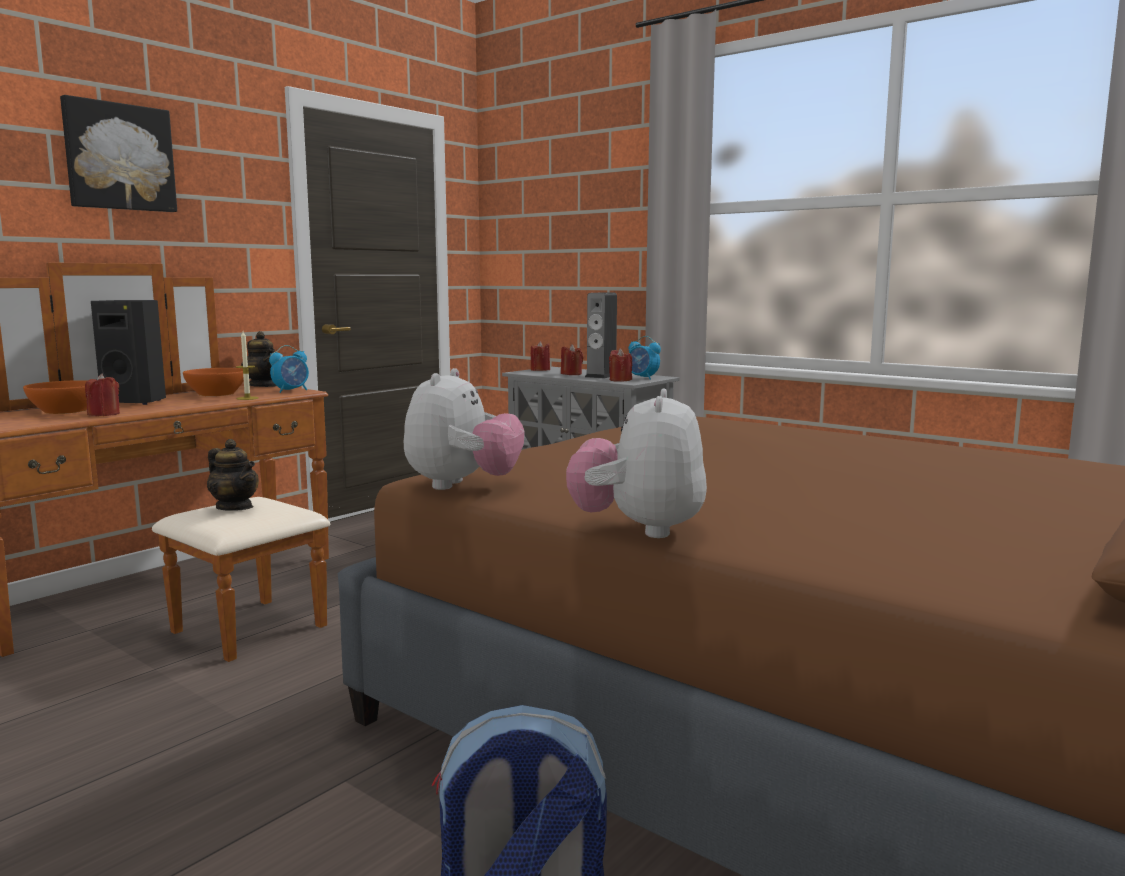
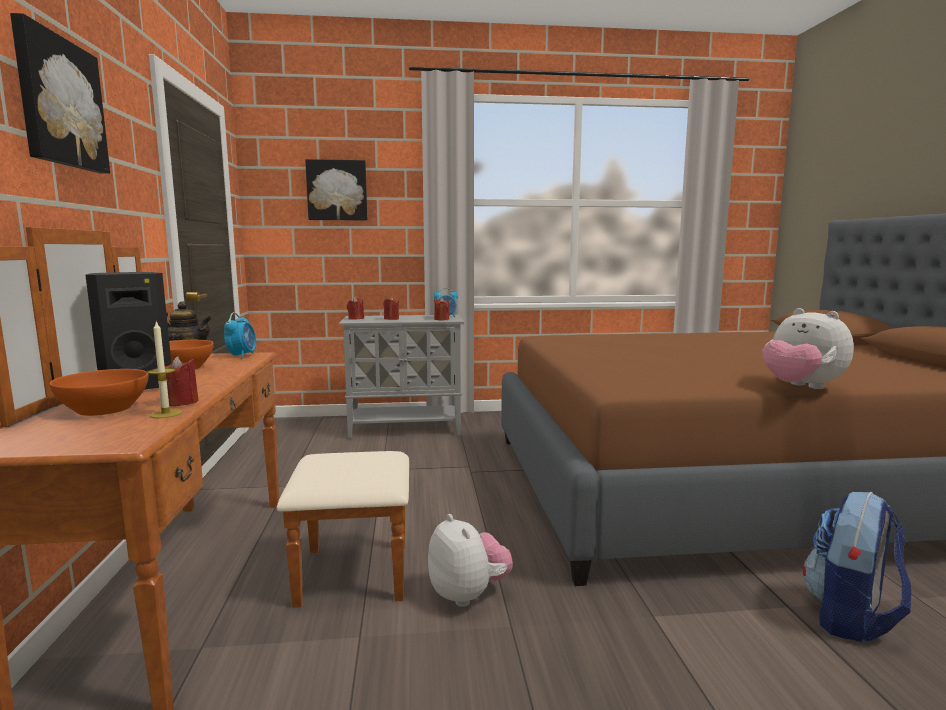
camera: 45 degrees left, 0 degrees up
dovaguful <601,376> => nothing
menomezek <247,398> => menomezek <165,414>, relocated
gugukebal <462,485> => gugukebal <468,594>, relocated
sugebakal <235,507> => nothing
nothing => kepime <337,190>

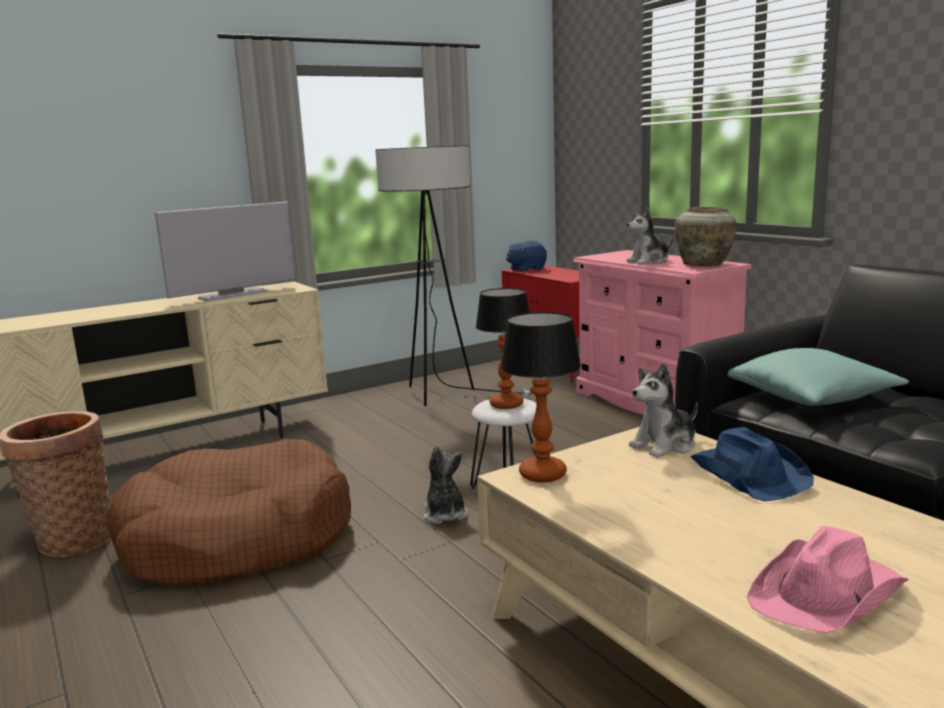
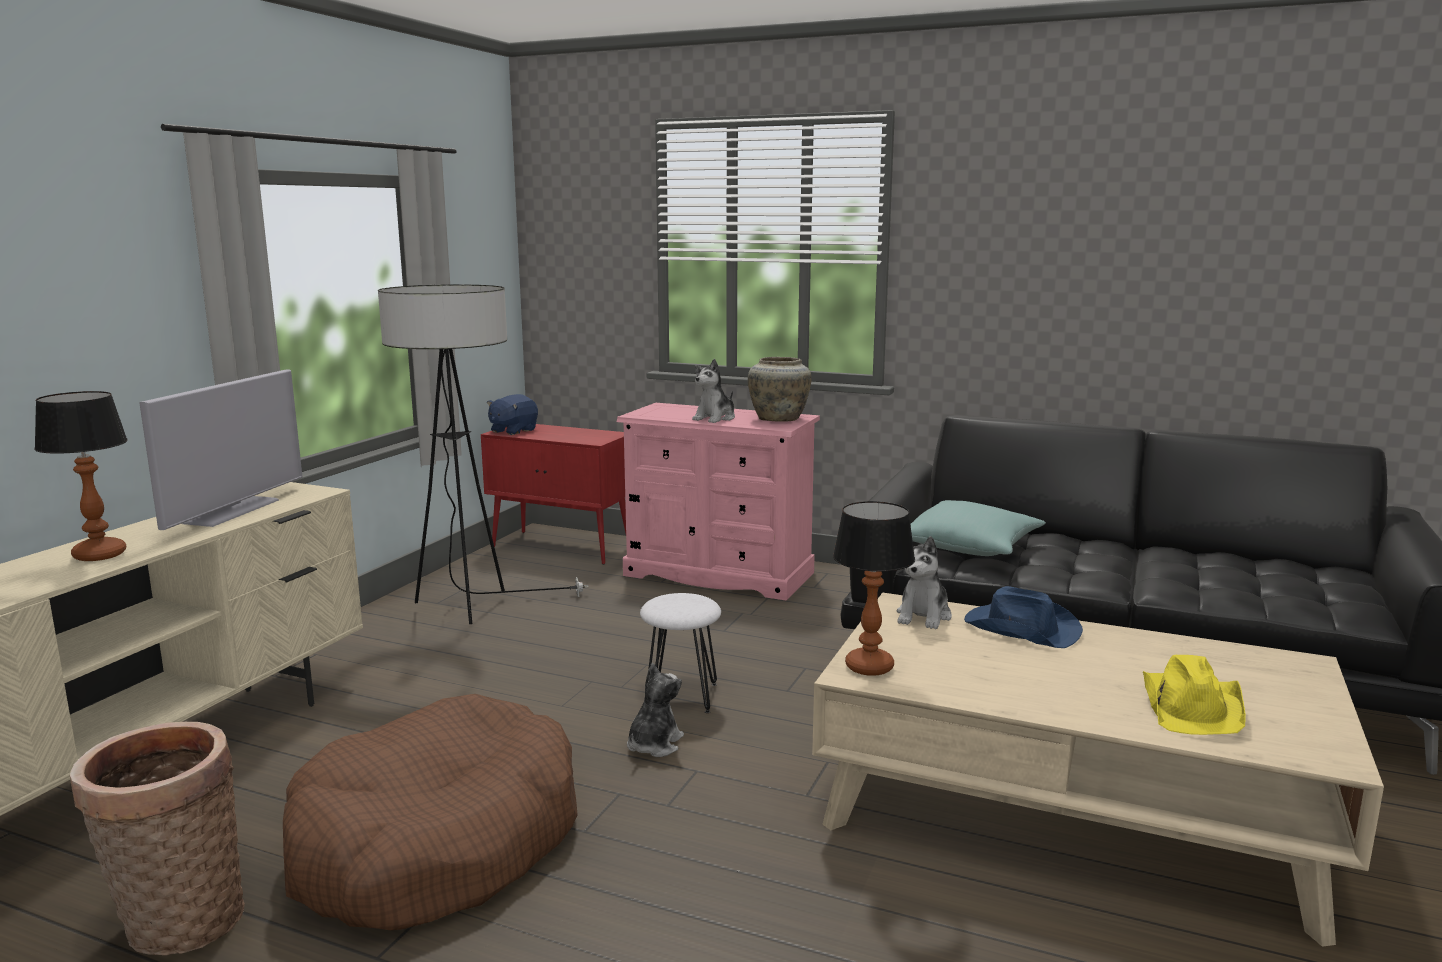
camera: 35 degrees left, 0 degrees up
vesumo <505,404> => vesumo <98,555>, relocated
gugukebal <445,514> => gugukebal <653,745>, 75 degrees clockwise
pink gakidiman <828,593> => yellow gakidiman <1192,707>

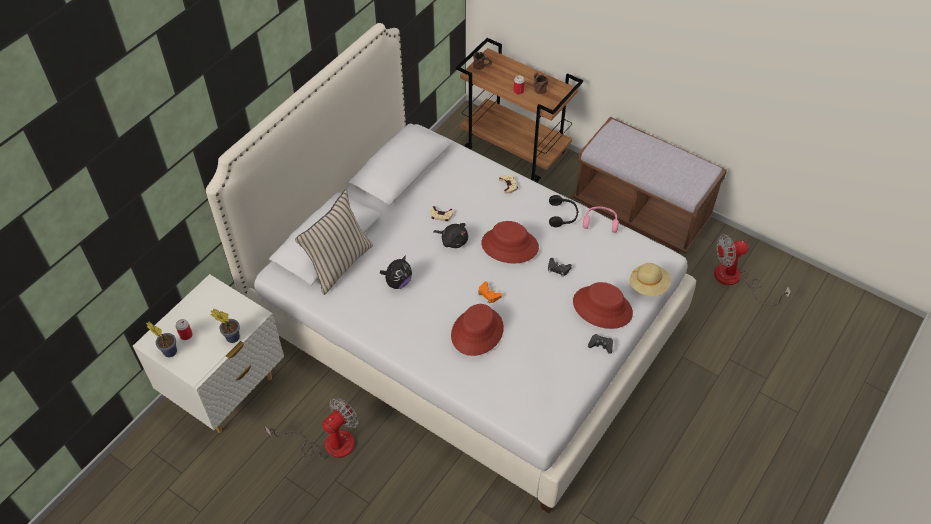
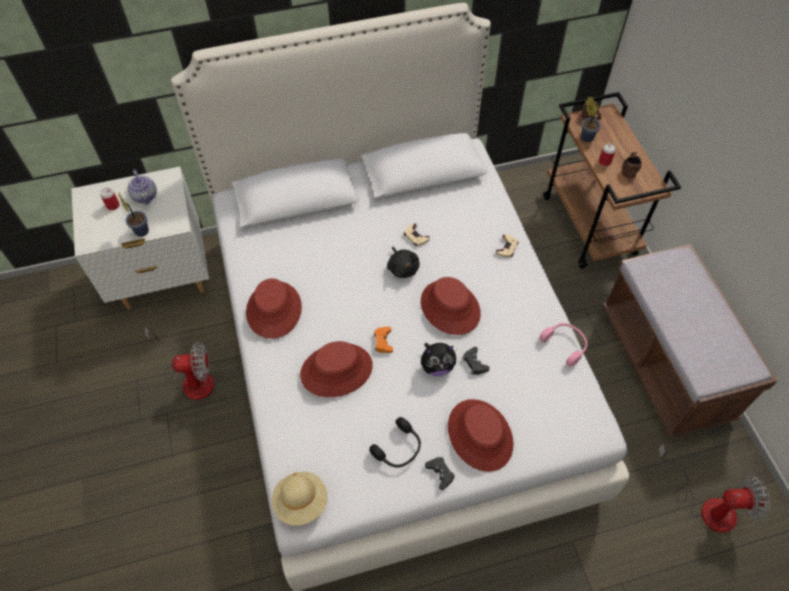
camera: 40 degrees right, 5 degrees up
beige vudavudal <338,264> => nothing
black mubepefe <563,215> => black mubepefe <398,449>, relocated
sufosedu <736,280> => sufosedu <707,505>, 150 degrees clockwise
gugukebal <398,282> => gugukebal <437,366>, relocated
beige gakidiman <649,286> => beige gakidiman <301,502>, relocated
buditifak <168,351> => buditifak <586,136>, relocated
nothing => sugebakal <145,196>
nothing => red gakidiman <273,310>

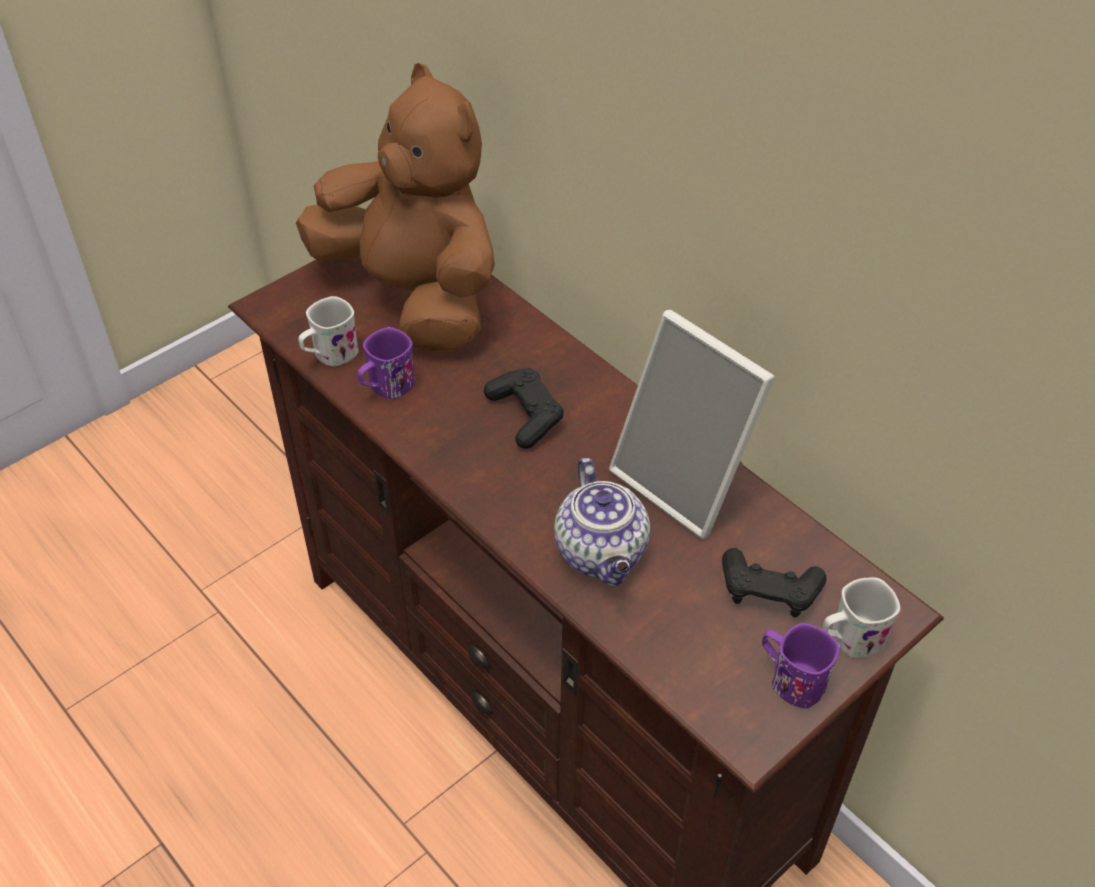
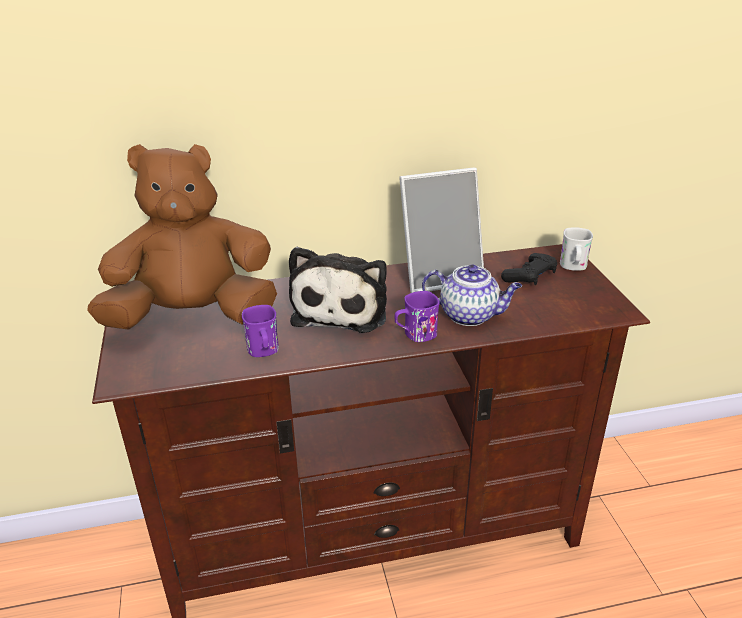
camera: 60 degrees left, 15 degrees down
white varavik <329,355> => nothing
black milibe <525,415> => gugukebal <342,308>
purple varavik <790,679> => purple varavik <415,334>, relocated

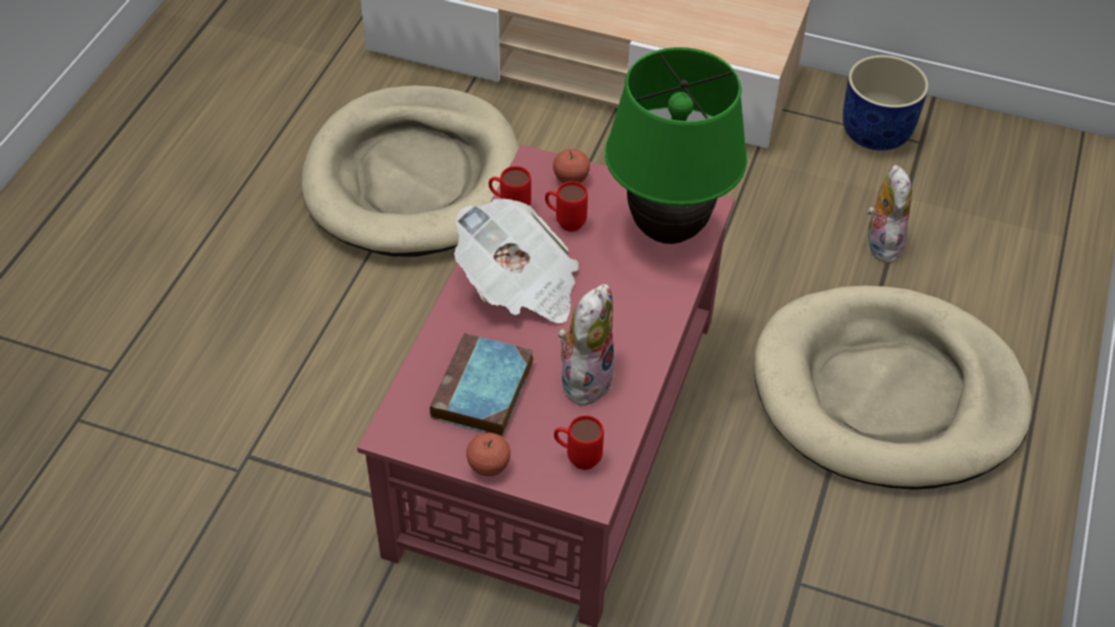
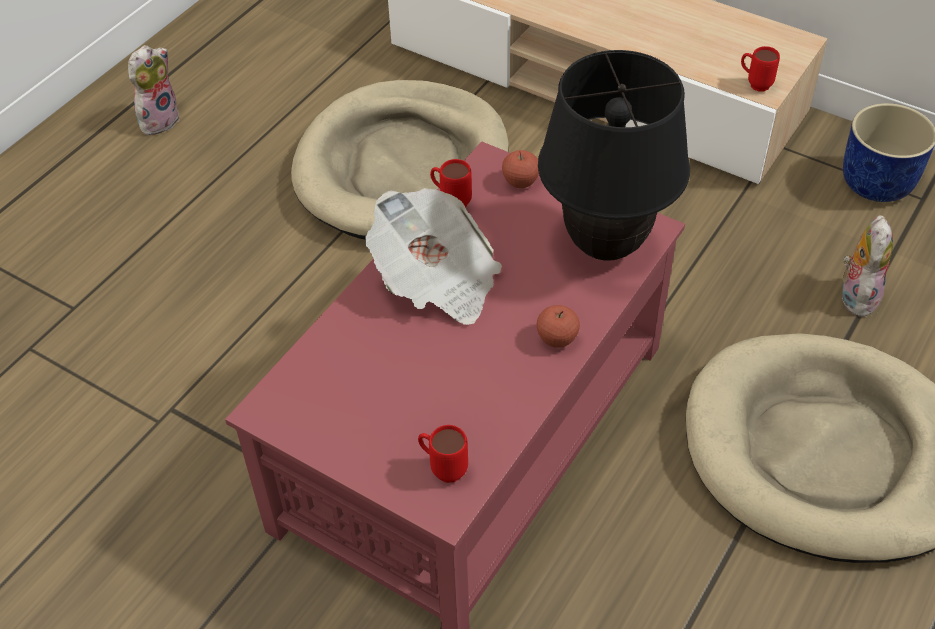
camera: 15 degrees right, 0 degrees up
green vesumo <668,230> => black vesumo <606,246>
red varavik <565,222> => red varavik <754,84>, relocated
gugukebal <584,377> => gugukebal <159,119>, relocated
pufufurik <483,392> => nothing
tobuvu <488,466> => tobuvu <557,339>, relocated

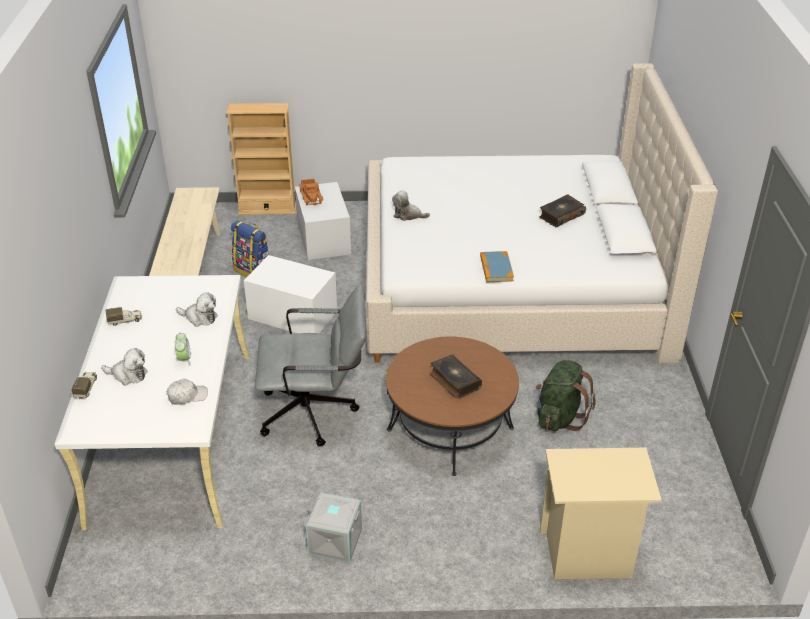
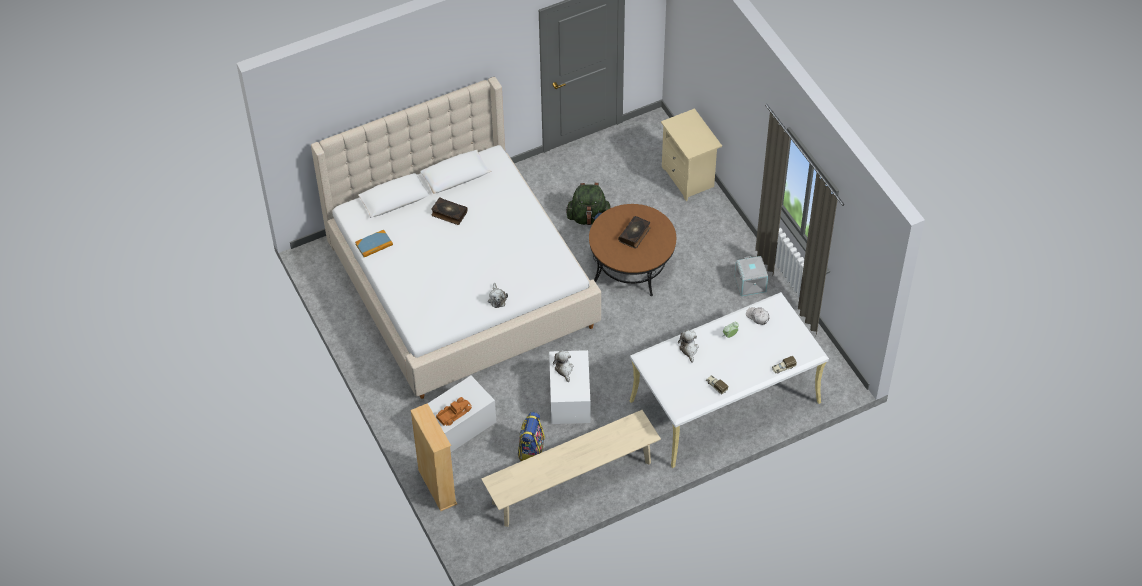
camera: 115 degrees left, 15 degrees up
pufufurik <496,268> => pufufurik <374,245>, relocated
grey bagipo <316,412> => nothing
gugukebal <128,375> => gugukebal <564,369>, relocated

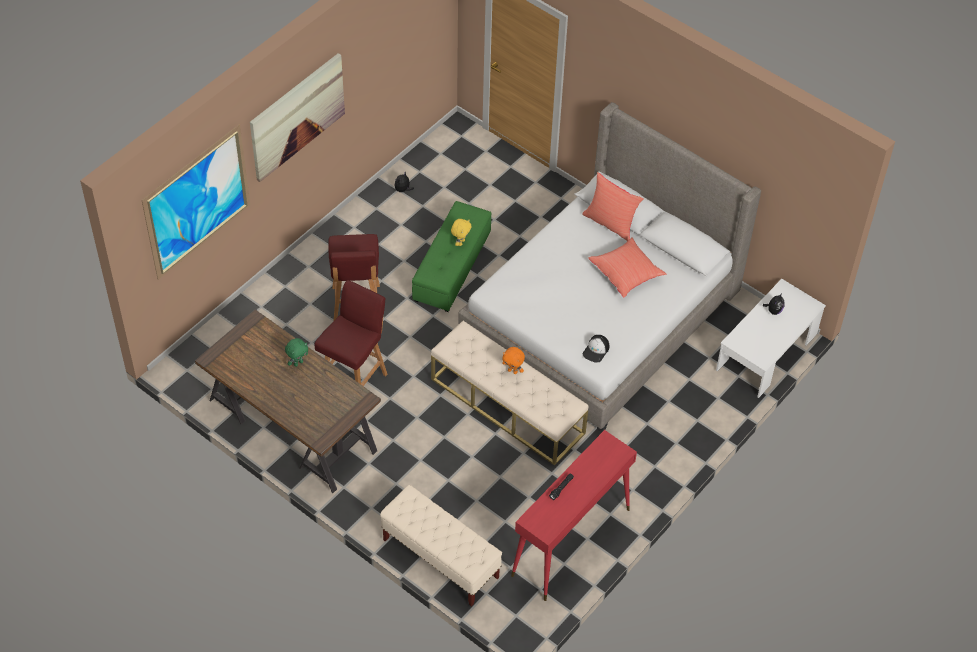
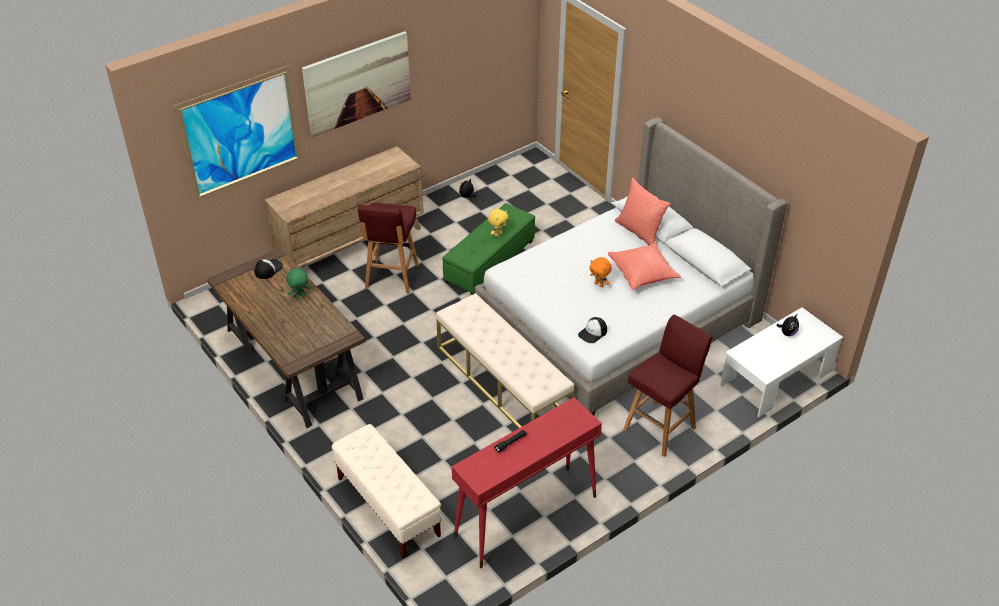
camera: 15 degrees right, 10 degrees down
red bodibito <355,380> => red bodibito <660,428>, relocated
orange gugukebal <513,371> => orange gugukebal <599,284>, relocated
nothing => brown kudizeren <351,244>
nothing => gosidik <268,269>

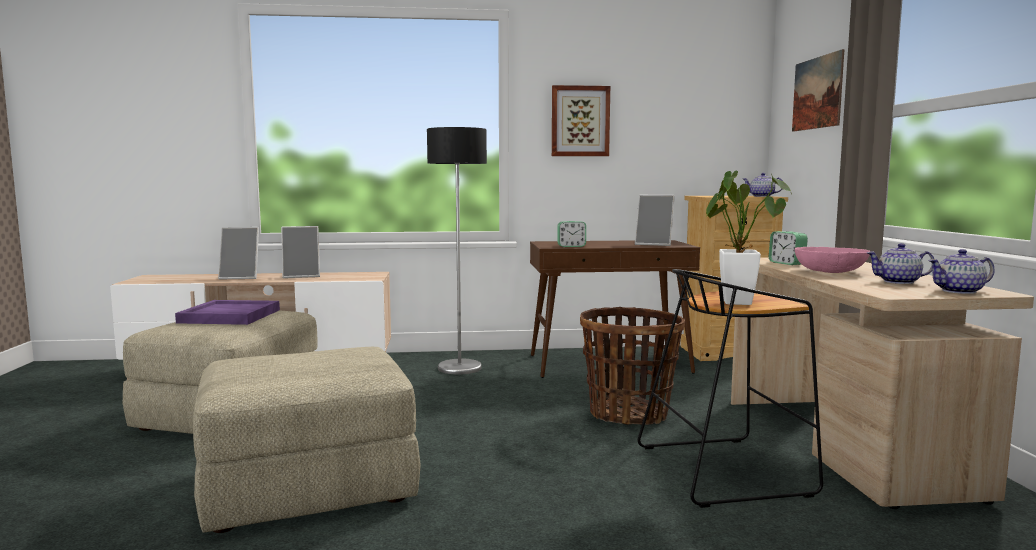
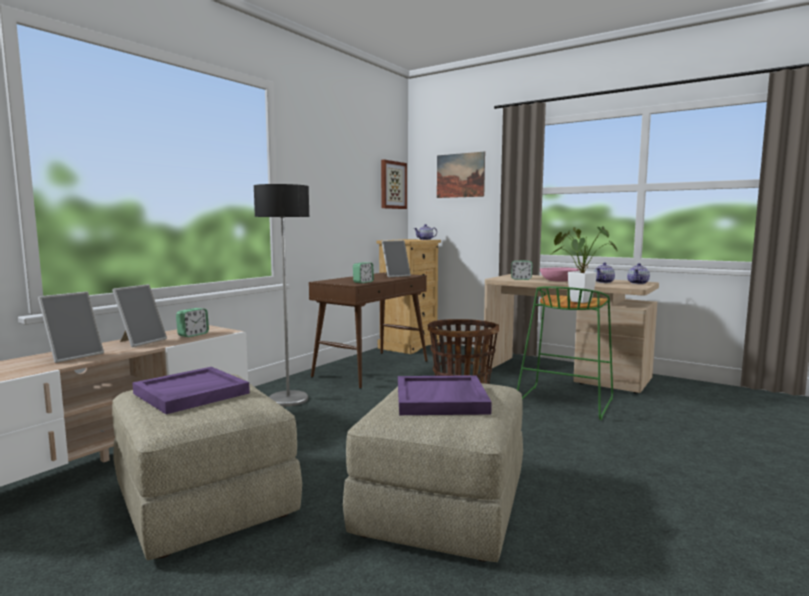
camera: 50 degrees left, 0 degrees up
kepime <580,121> => kepime <392,185>, relocated
black bodibito <725,469> => green bodibito <564,401>
nothing => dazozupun <193,335>
nothing => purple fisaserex <441,399>

